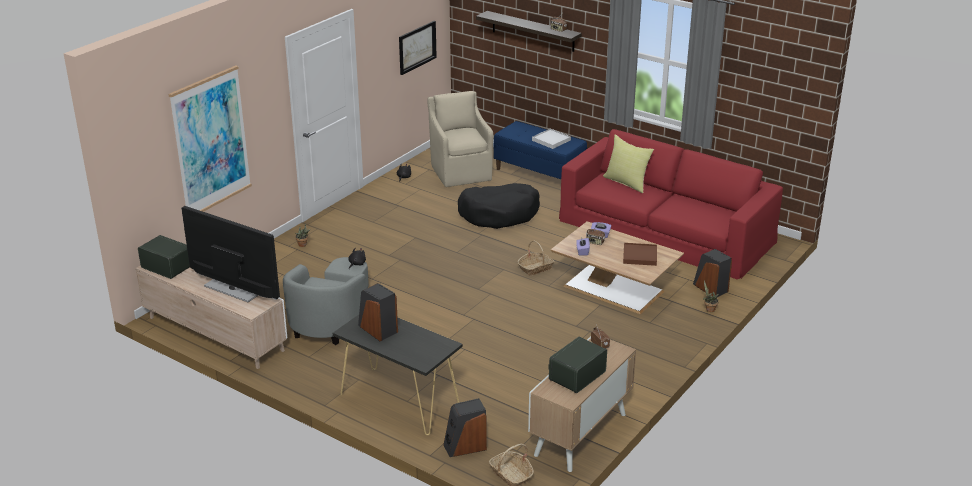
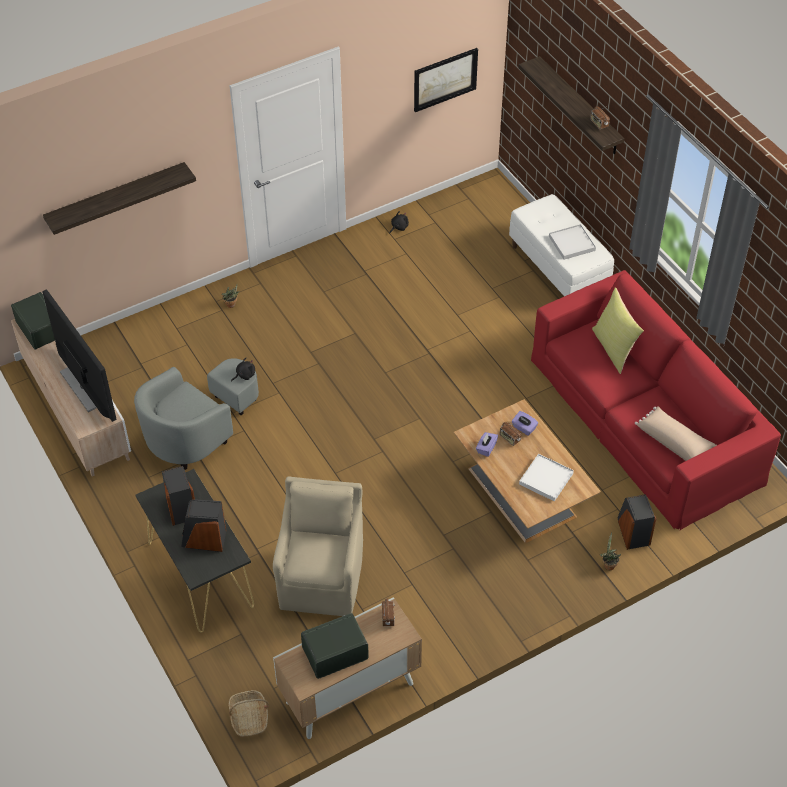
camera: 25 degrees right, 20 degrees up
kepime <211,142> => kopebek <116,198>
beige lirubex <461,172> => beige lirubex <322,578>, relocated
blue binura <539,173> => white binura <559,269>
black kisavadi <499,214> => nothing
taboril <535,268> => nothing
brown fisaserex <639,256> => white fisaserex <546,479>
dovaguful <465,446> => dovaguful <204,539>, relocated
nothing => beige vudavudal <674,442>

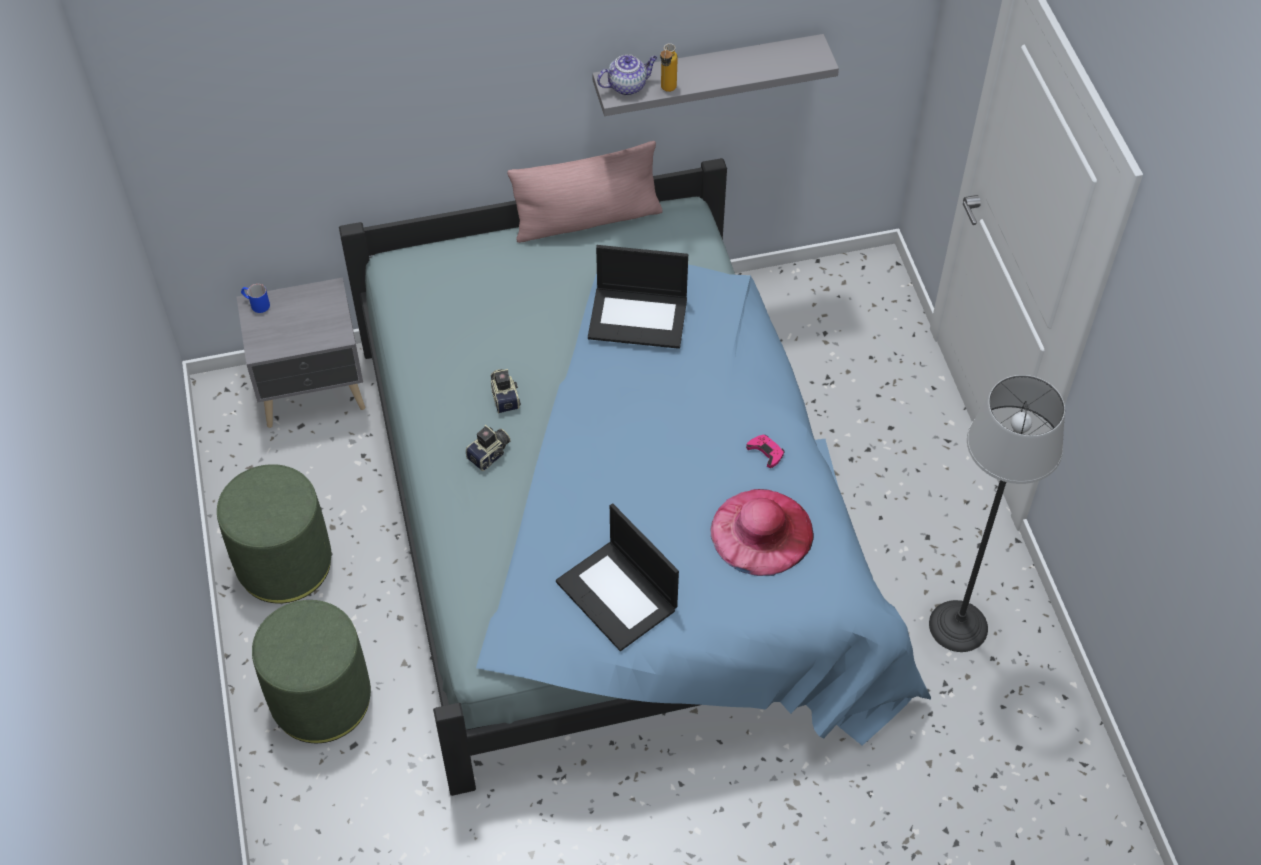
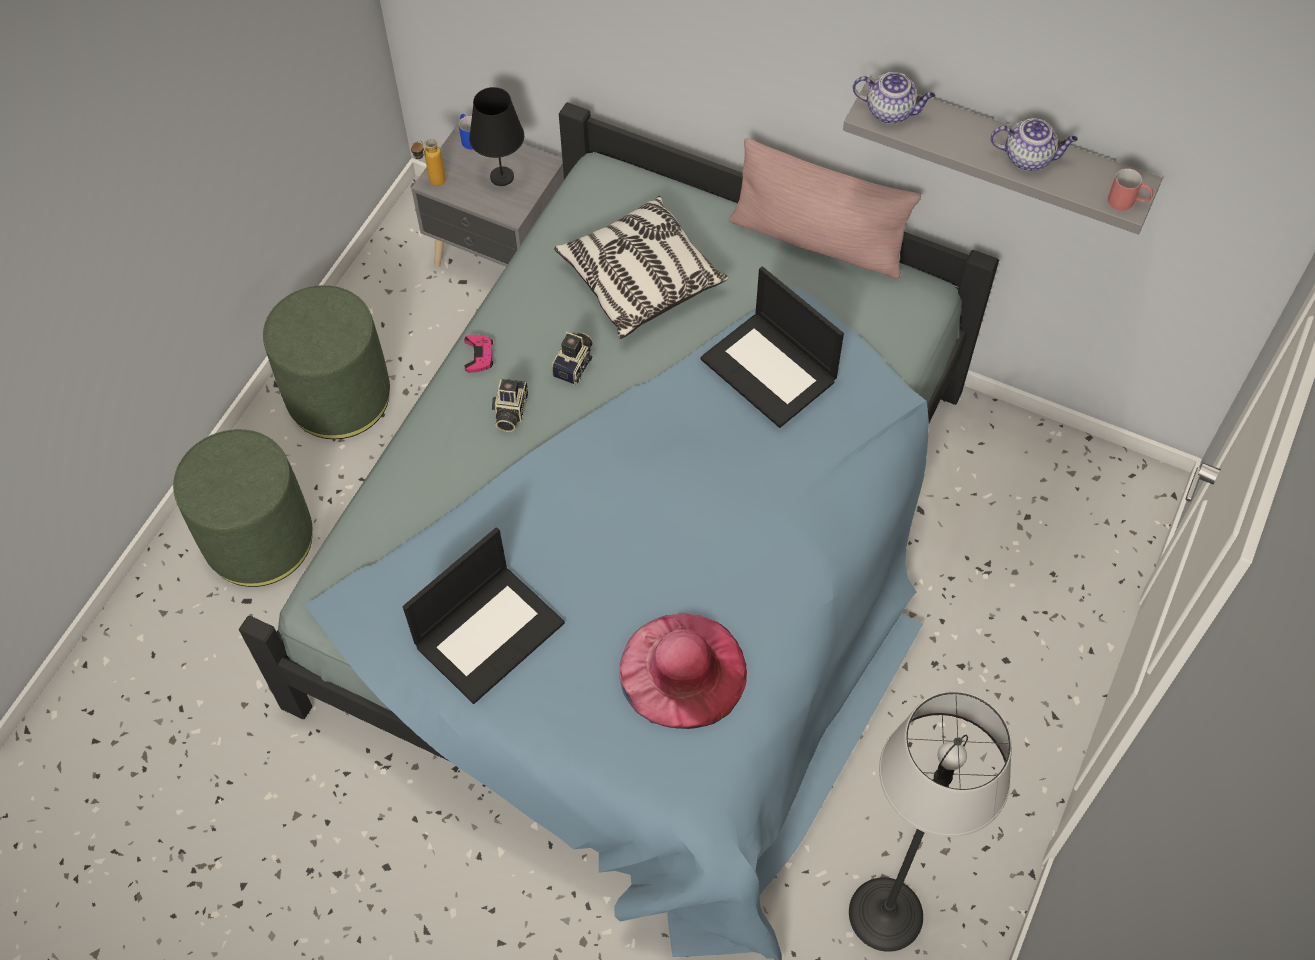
camera: 40 degrees right, 5 degrees up
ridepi <667,91> => ridepi <431,183>, relocated
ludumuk <490,455> => ludumuk <509,412>, 105 degrees clockwise
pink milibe <766,452> => pink milibe <479,355>, relocated
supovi <618,595> => supovi <489,632>, 135 degrees counterclockwise
nothing => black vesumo <501,176>
nothing => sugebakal <1029,158>
nothing => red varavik <1127,202>
nothing => vudavudal <640,280>

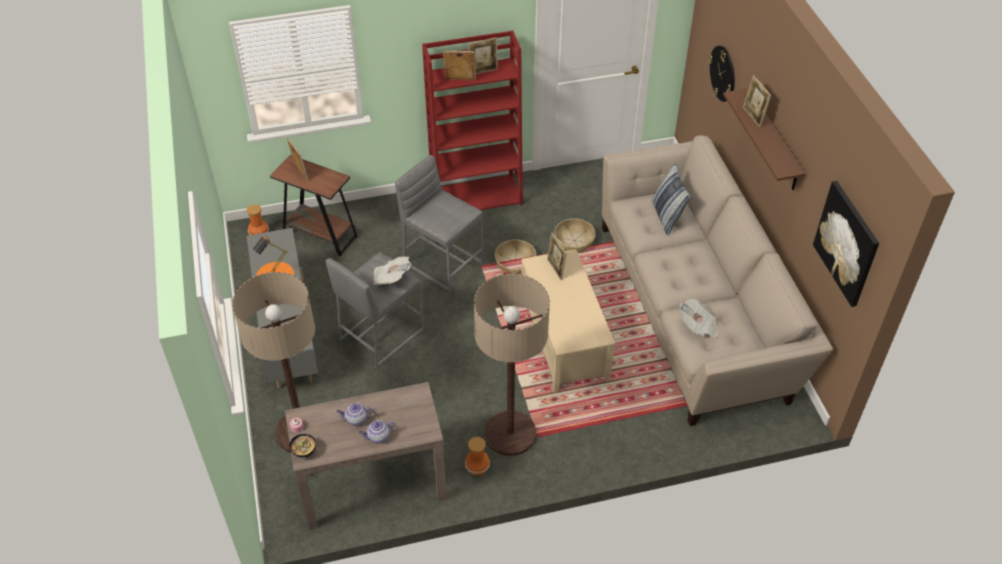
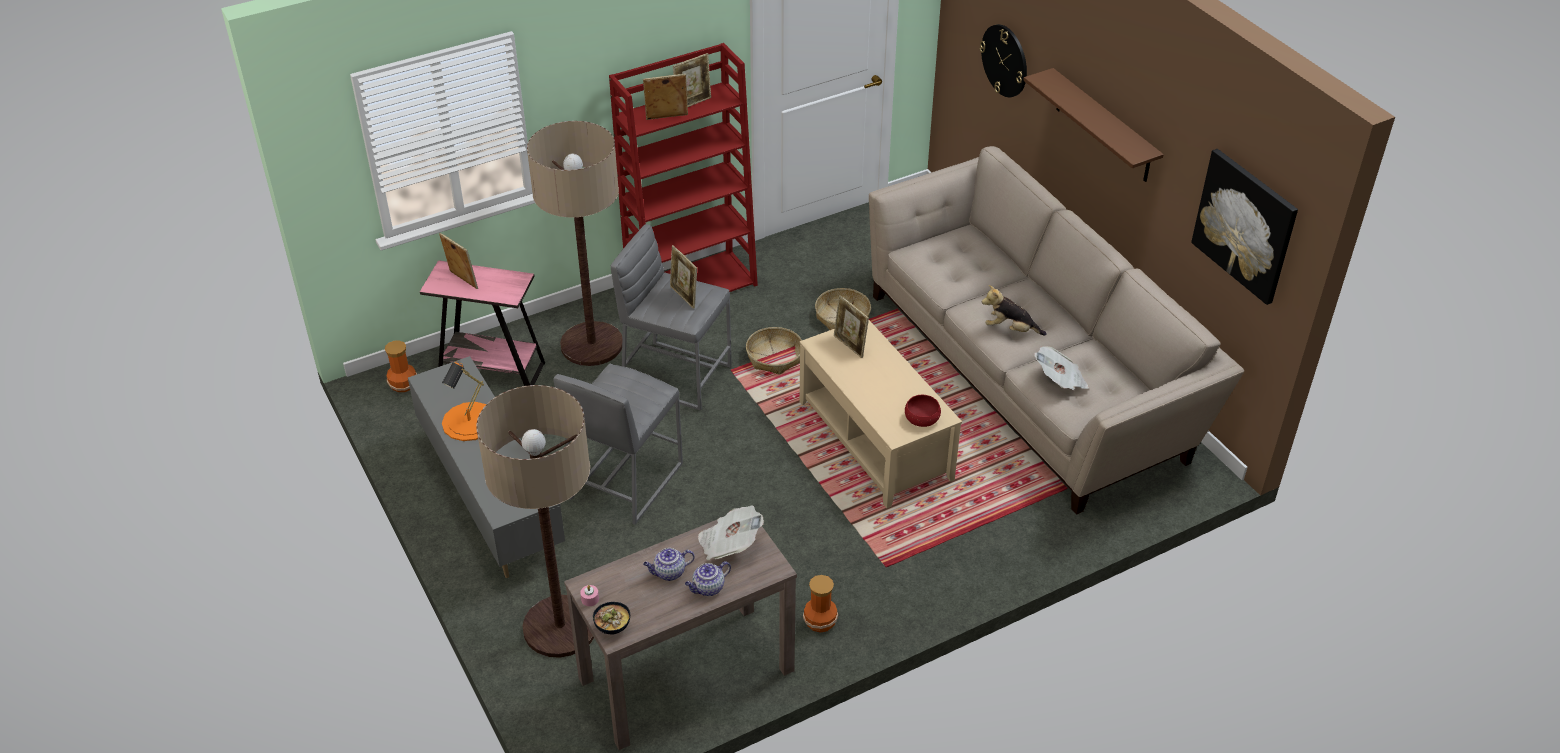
camera: 15 degrees left, 5 degrees down
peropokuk <753,117> => peropokuk <684,297>, relocated
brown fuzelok <320,235> => pink fuzelok <491,370>
vudavudal <667,217> => nothing
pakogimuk <391,278> => pakogimuk <729,544>, relocated
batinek <510,434> => batinek <591,345>, relocated
nothing => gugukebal <1010,329>
nothing => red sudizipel <922,418>

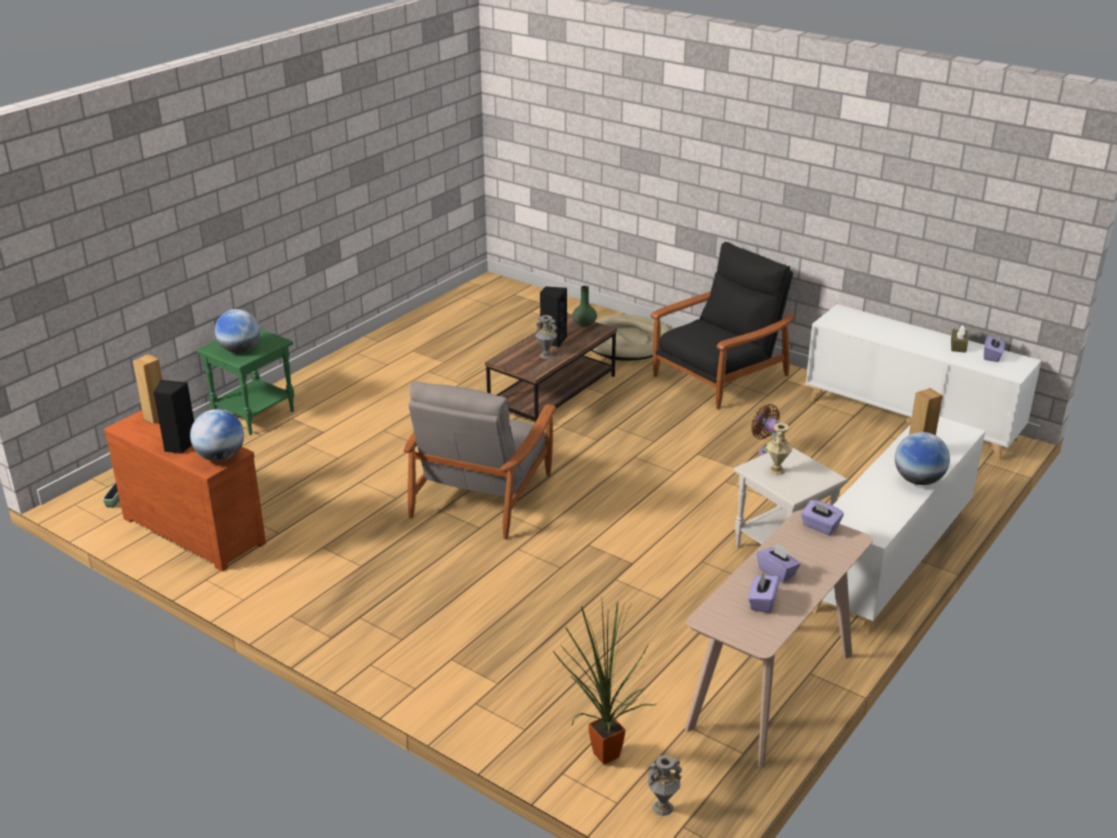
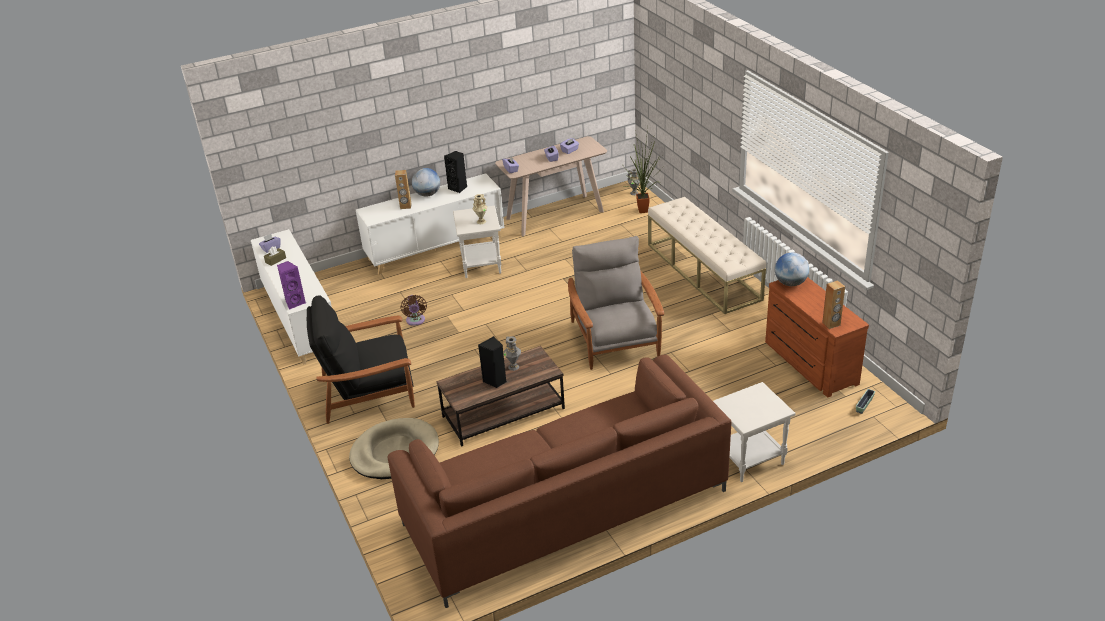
camera: 150 degrees left, 5 degrees up
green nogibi <584,324> => nothing
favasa <240,350> => nothing
green fuzelok <254,414> => white fuzelok <749,460>
black dovaguful <178,446> => black dovaguful <458,188>, relocated
grey lirubex <482,495> => grey lirubex <615,339>, 60 degrees counterclockwise
nothing => beige binura <703,271>
nothing => purple dovaguful <294,302>
nothing => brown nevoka <564,507>

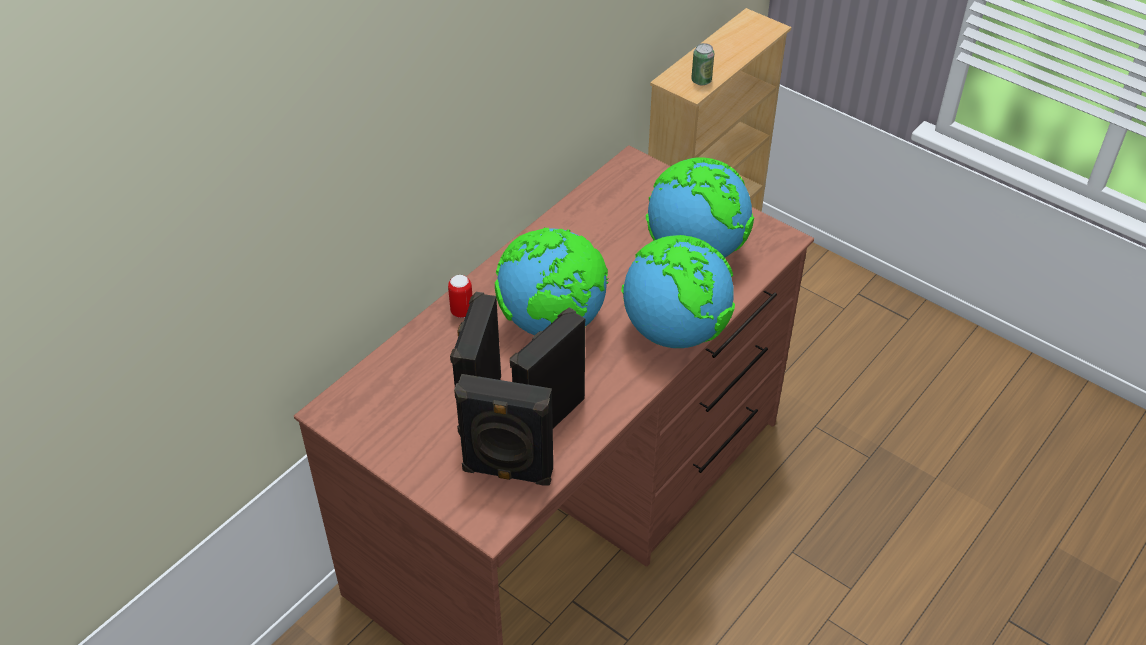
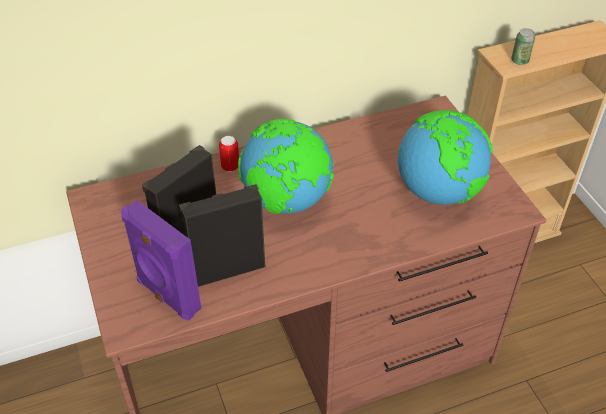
camera: 30 degrees right, 0 degrees up
favasa <675,331> => nothing
black dovaguful <507,472> => purple dovaguful <167,296>

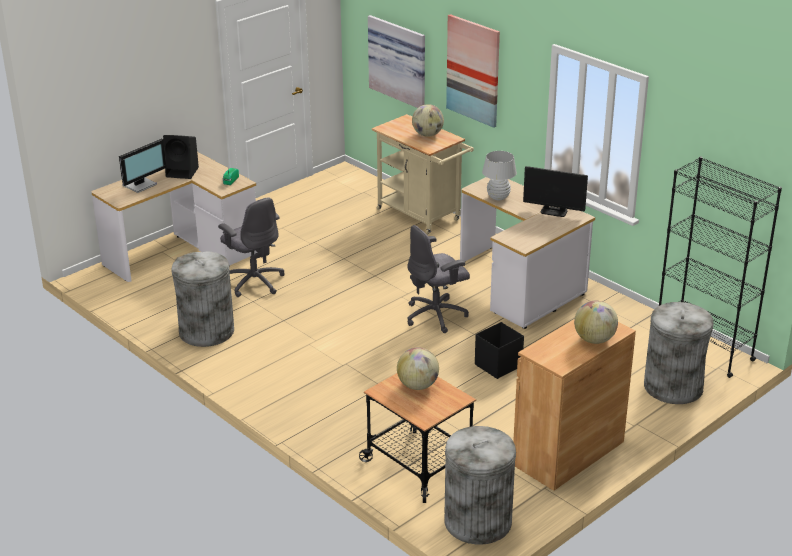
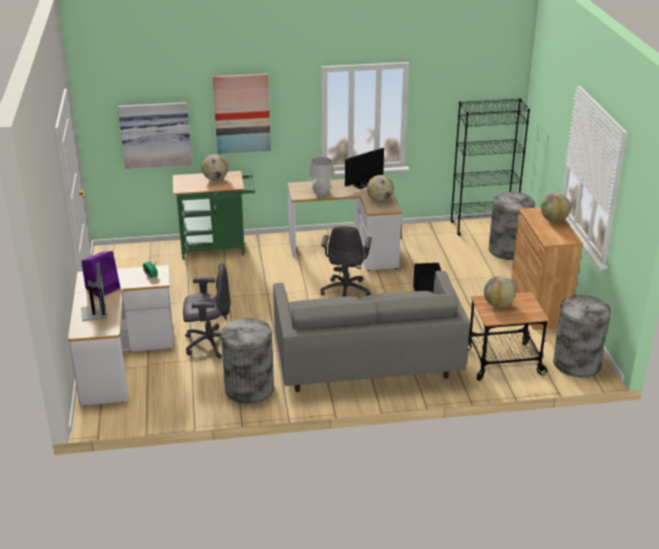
camera: 55 degrees left, 0 degrees up
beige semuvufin <422,216> => green semuvufin <217,248>
black dovaguful <183,172> => purple dovaguful <103,288>
nothing => favasa <380,200>
nothing => grey nevoka <366,362>

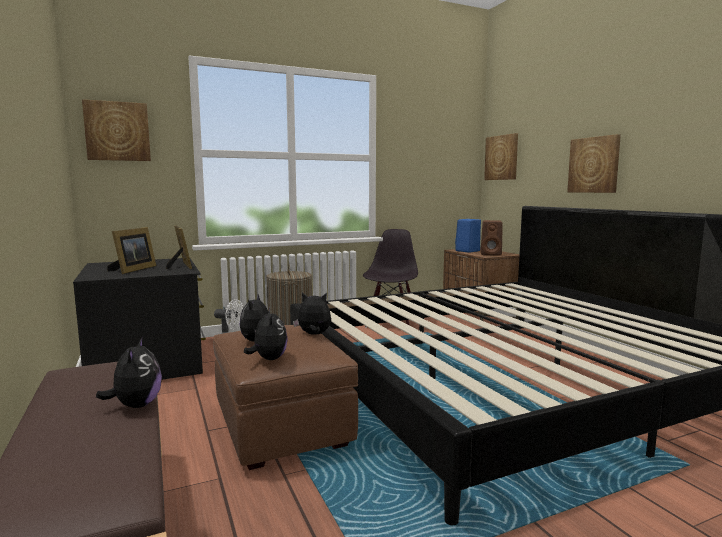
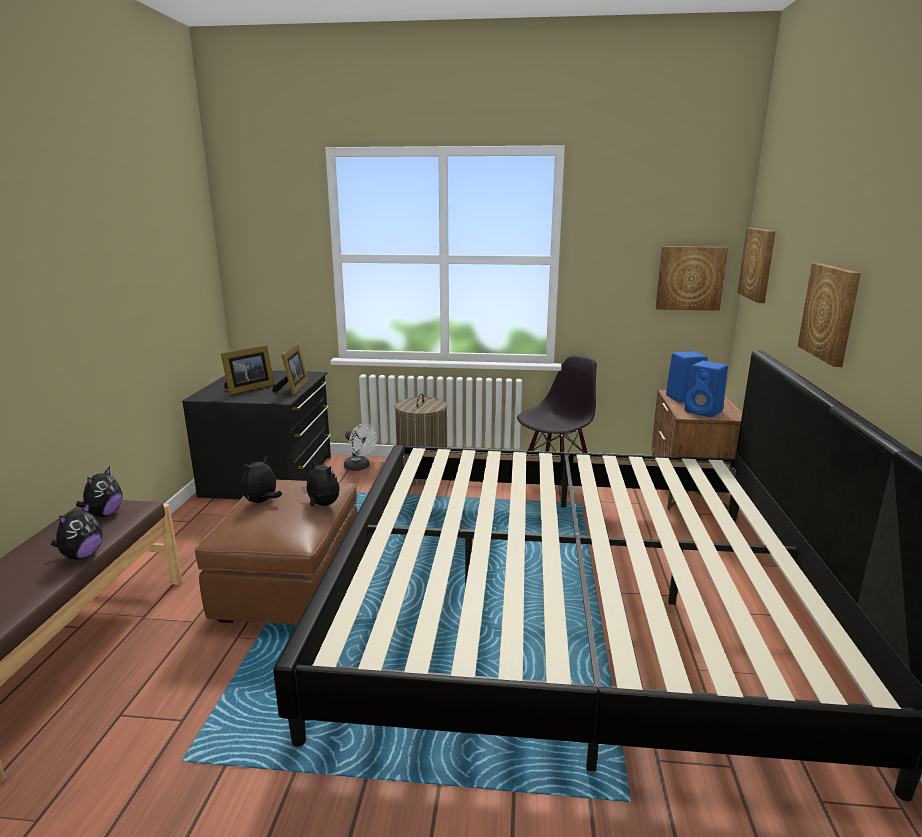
camera: 30 degrees right, 10 degrees up
kepime <117,131> => kepime <690,278>, relocated
brown dovaguful <491,254> => blue dovaguful <704,412>
gugukebal <268,359> => gugukebal <104,514>, relocated

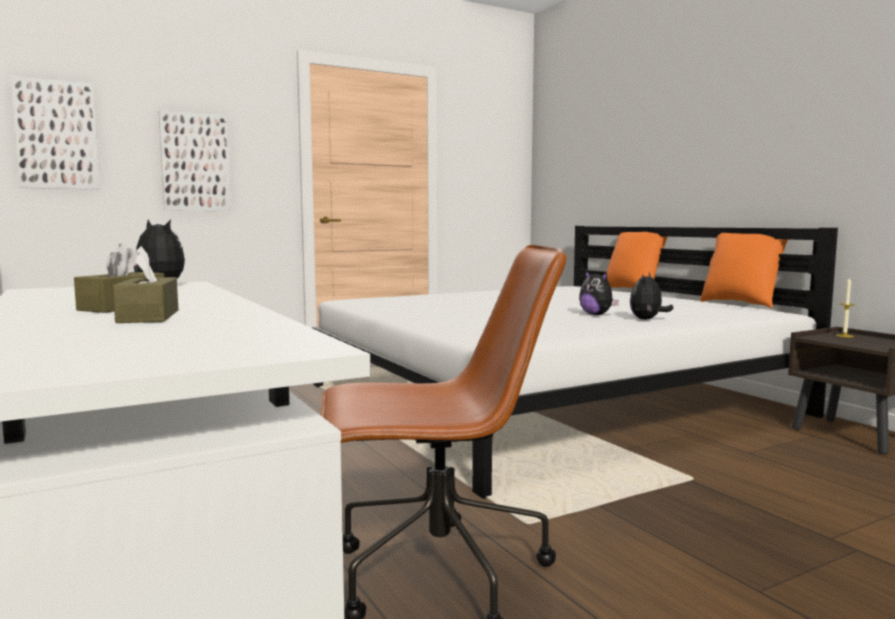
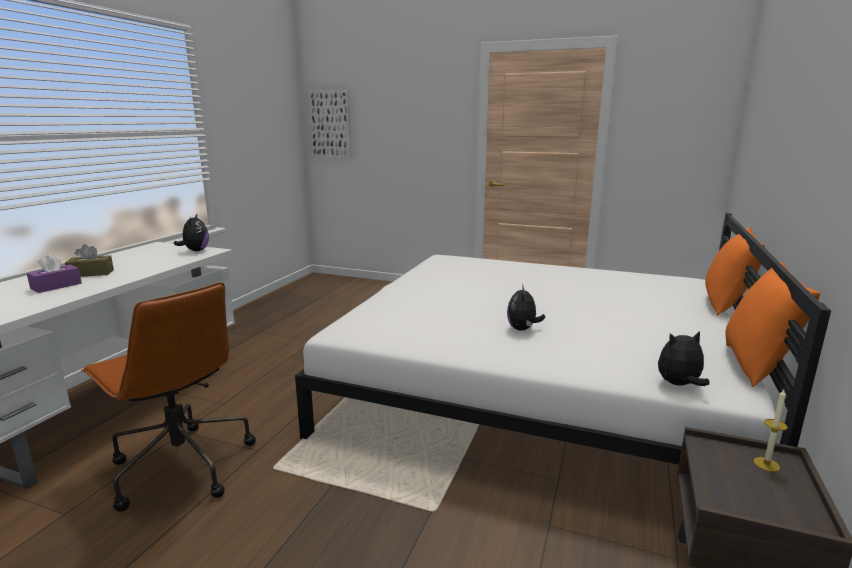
camera: 50 degrees right, 10 degrees up
kepime <195,162> => nothing
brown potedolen <148,316> => purple potedolen <56,286>
gugukebal <647,319> => gugukebal <679,385>, relocated

